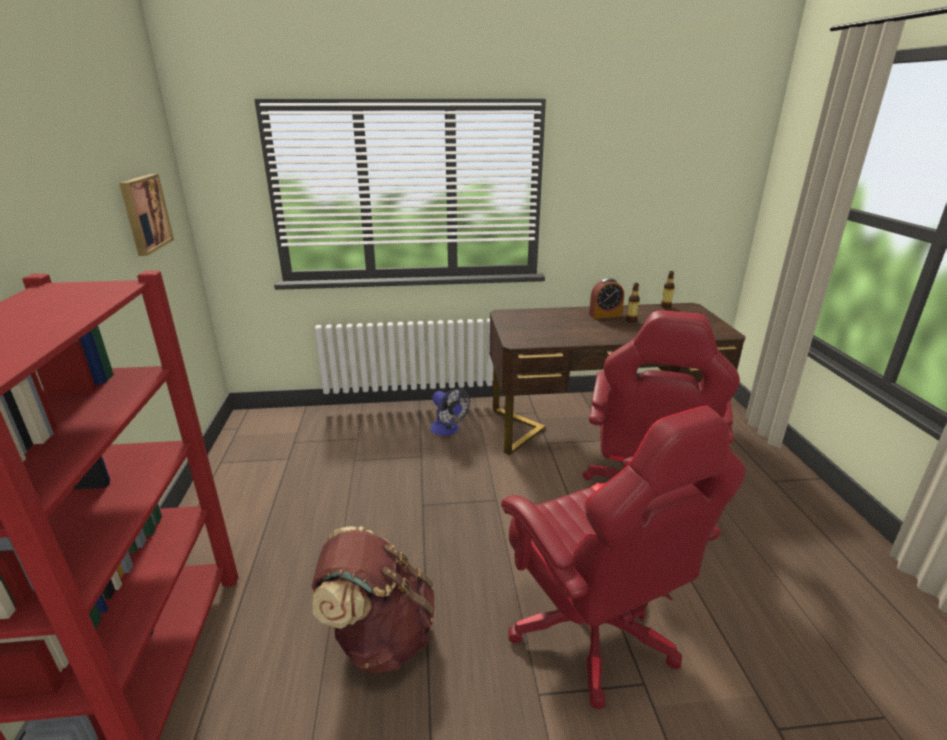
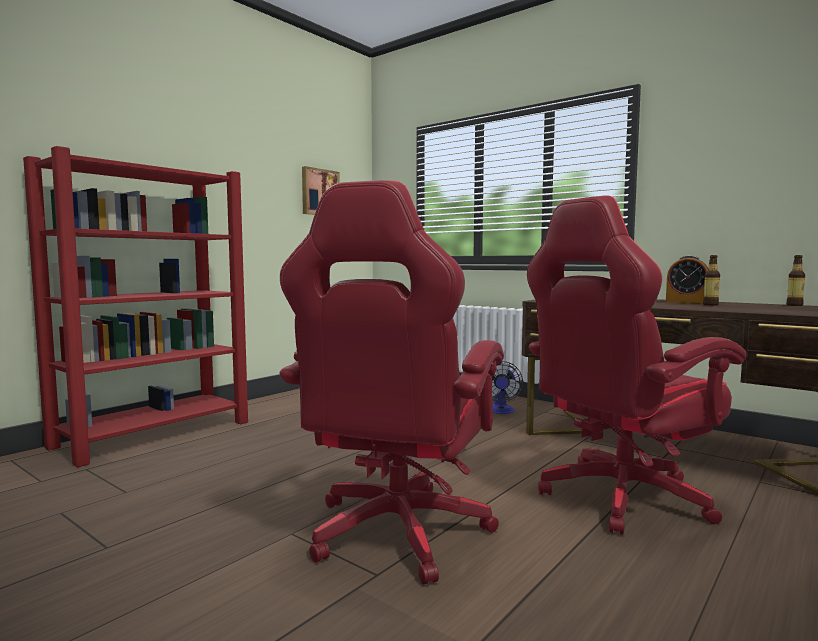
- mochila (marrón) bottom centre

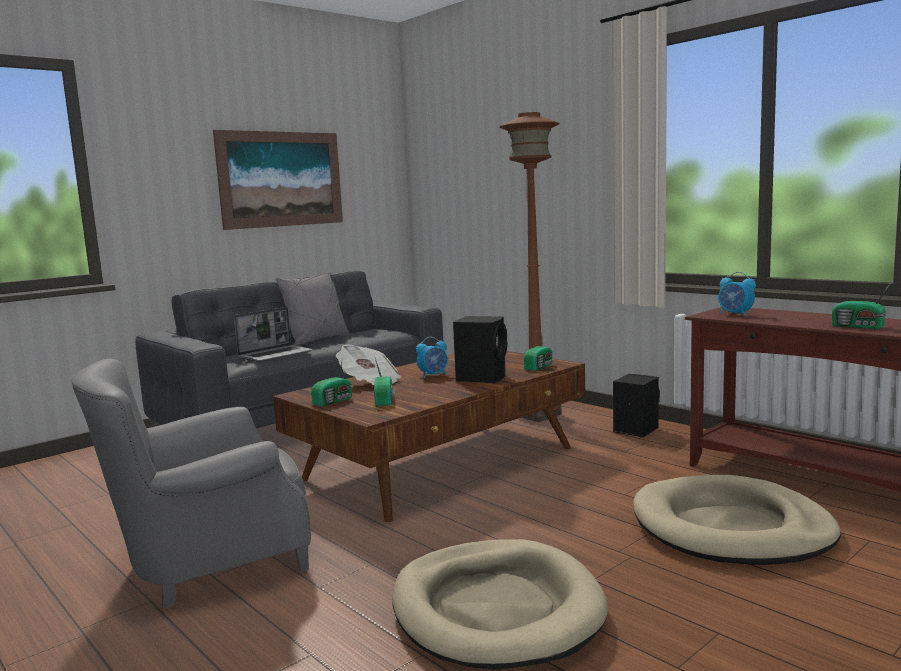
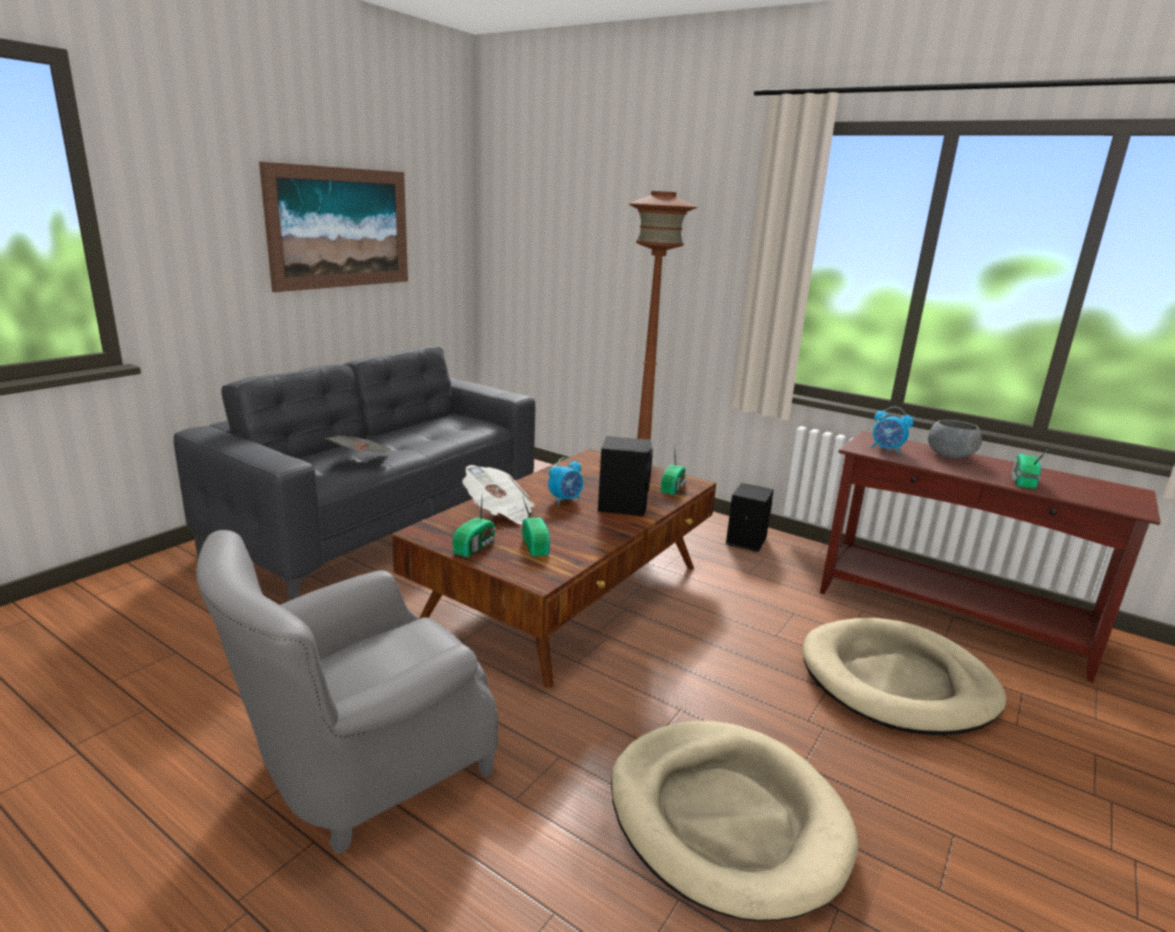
~ portátil middle left to periódico (no. 1 from left) middle left
+ cuenco (gris) middle right
~ radio (no. 4 from left) middle right = middle right 90 degrees clockwise
- cojín (gris) centre

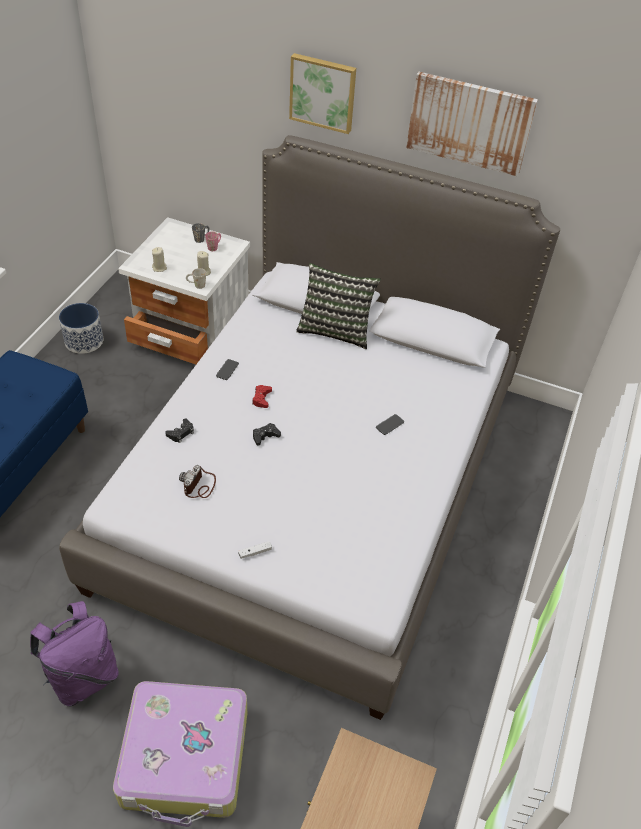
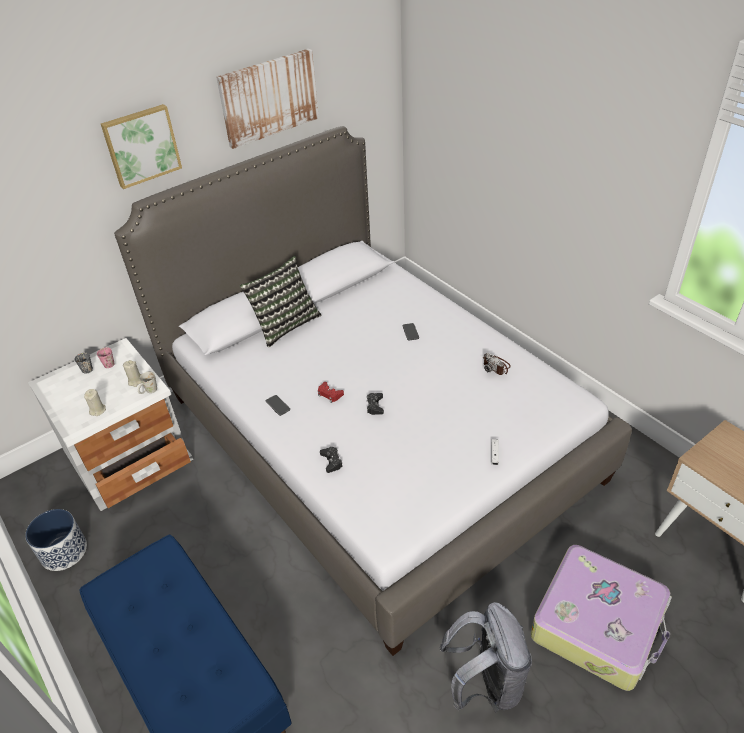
~ mochila (morado) bottom left to mochila (gris) bottom centre
~ cámara middle left to middle right

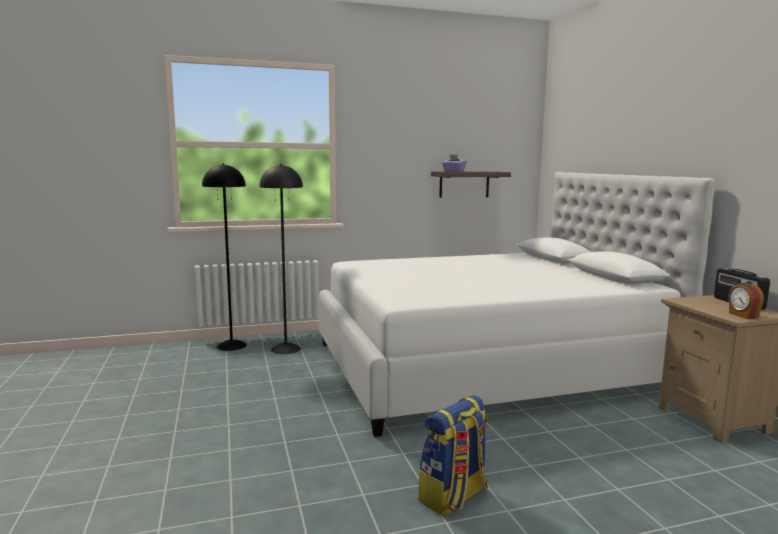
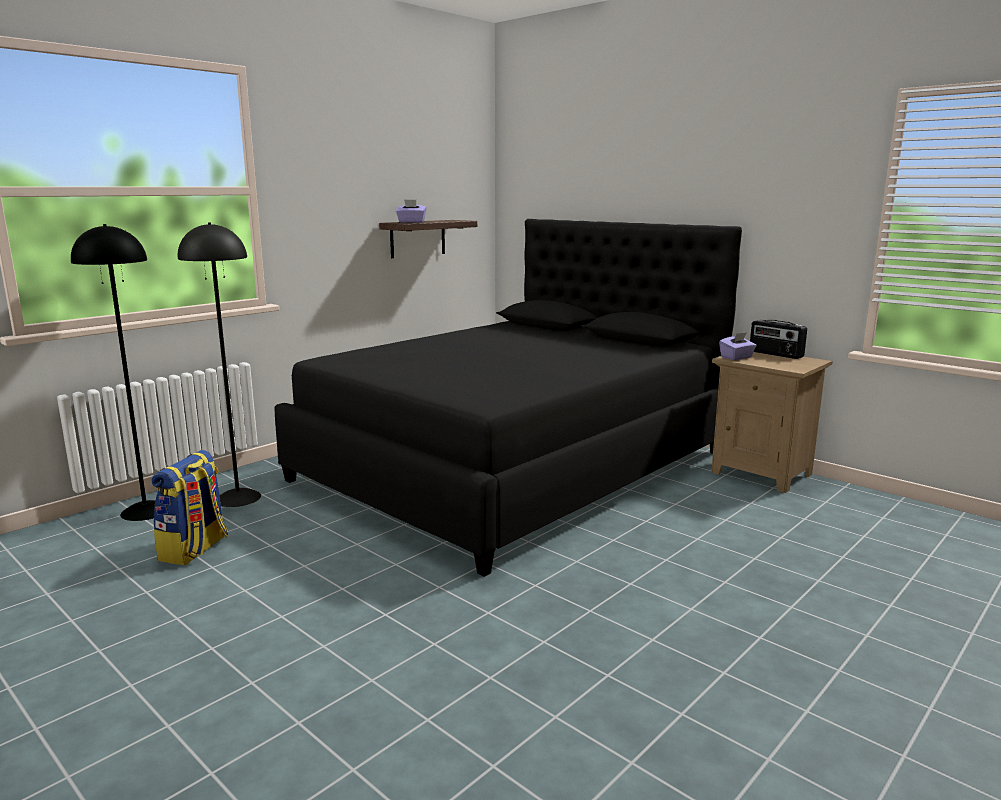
~ mochila bottom centre to middle left
~ cama (blanco) centre to cama (negro) centre
+ caja de pañuelos (morado) (no. 2 from left) middle right
- despertador middle right

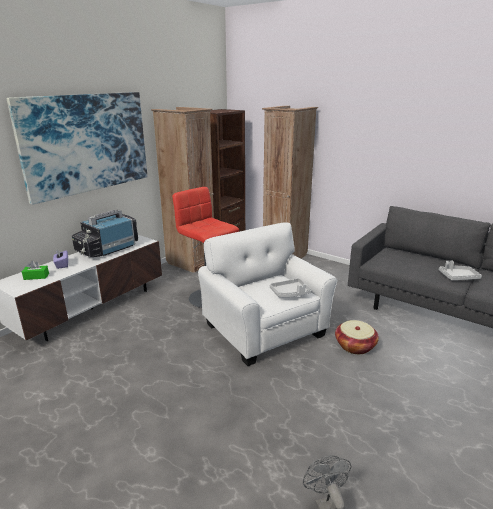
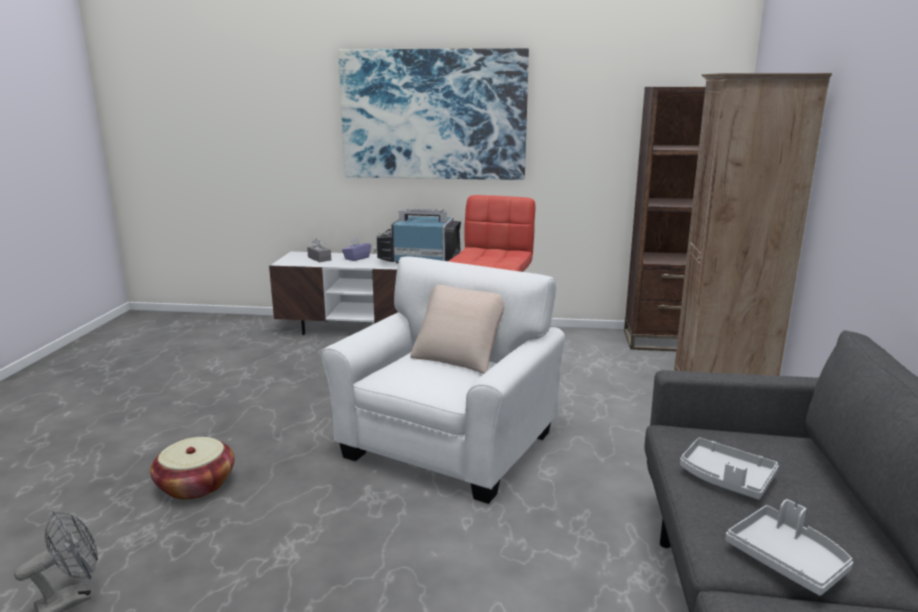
~ cesta middle right to bottom left
~ caja de pañuelos (verde) middle left to caja de pañuelos (gris) centre
+ cojín (beis) centre
~ bandeja (gris) (no. 1 from left) centre to bottom right
- armario (marrón) (no. 1 from left) centre

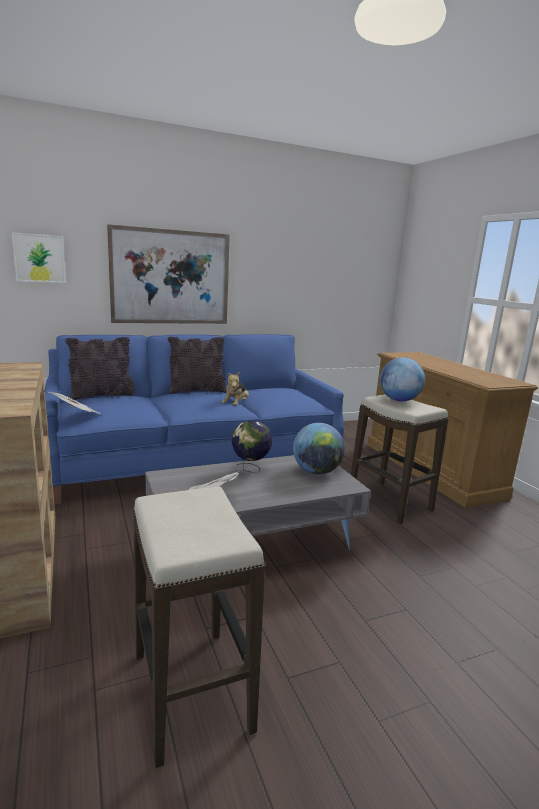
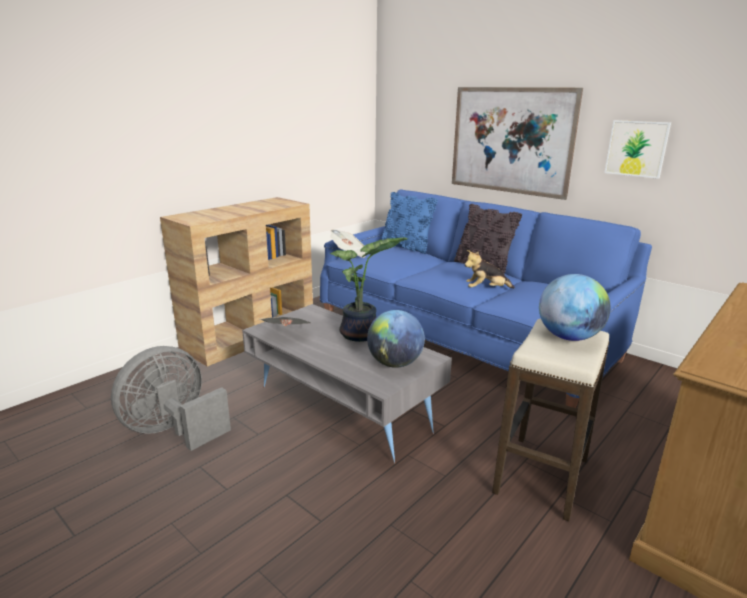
~ taburete (no. 1 from left) bottom centre to ventilador (gris) middle left
~ globo terráqueo (no. 1 from left) centre to planta en maceta centre
~ cojín (negro) (no. 1 from left) middle left to cojín (azul) centre
~ cuadro (no. 1 from left in the first image) top left to cuadro (no. 2 from left) top right

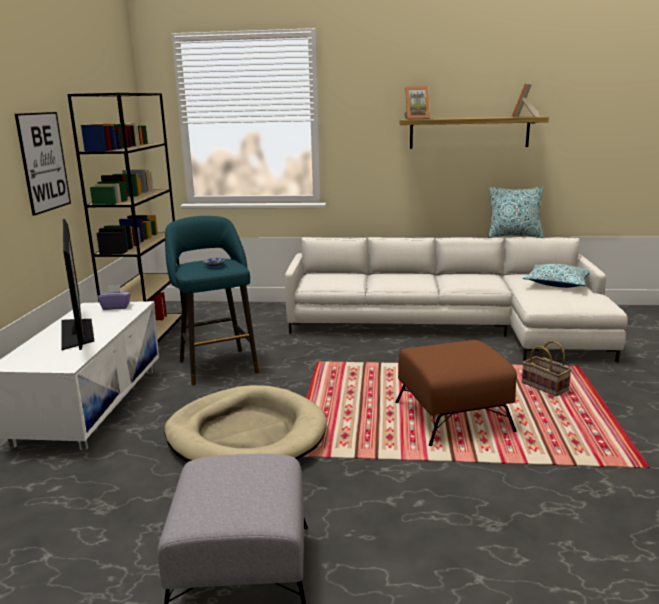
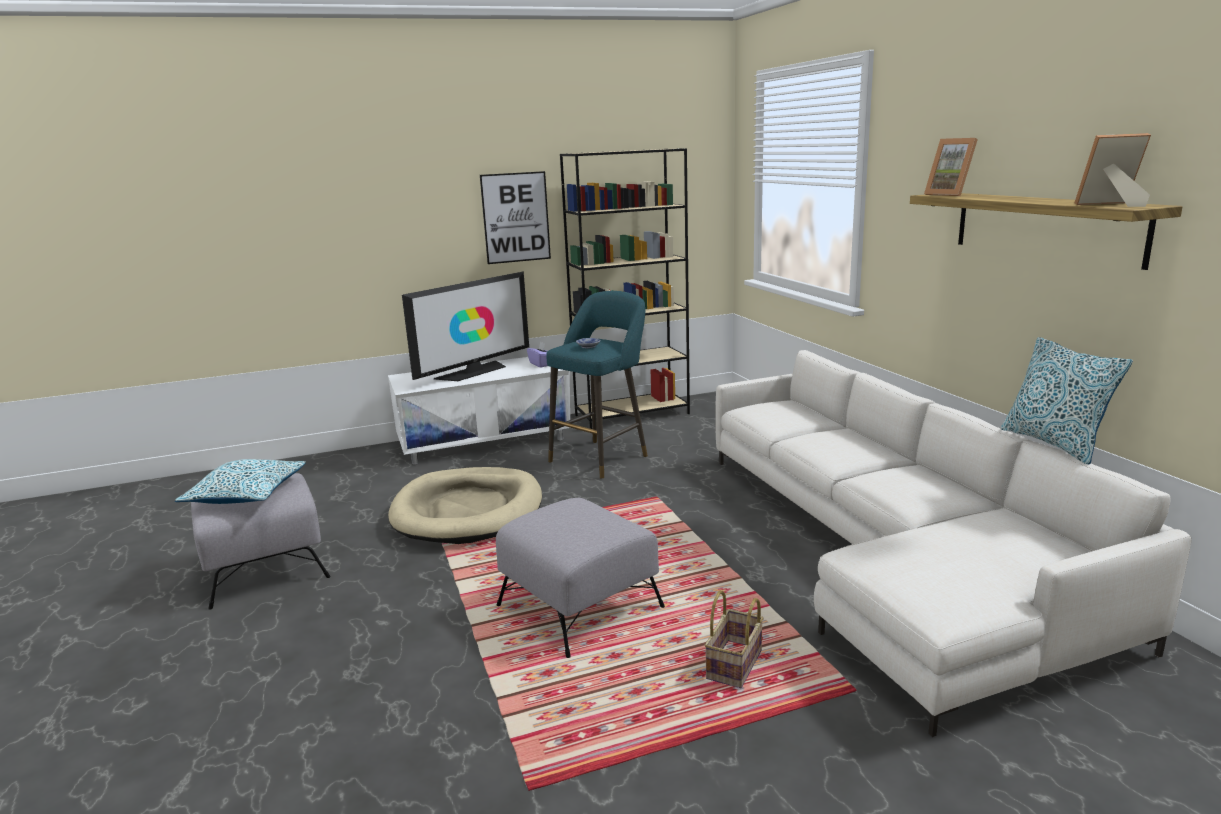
~ cojín (no. 2 from left in the first image) middle right to cojín (no. 1 from left) middle left
~ puf (marrón) middle right to puf (gris) (no. 2 from left) bottom centre

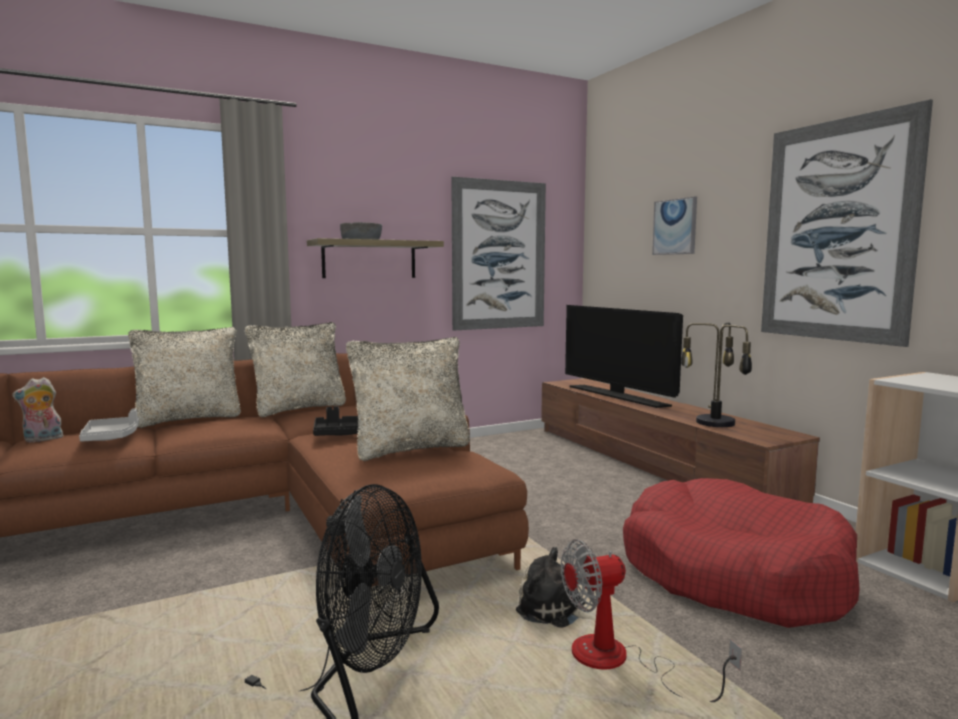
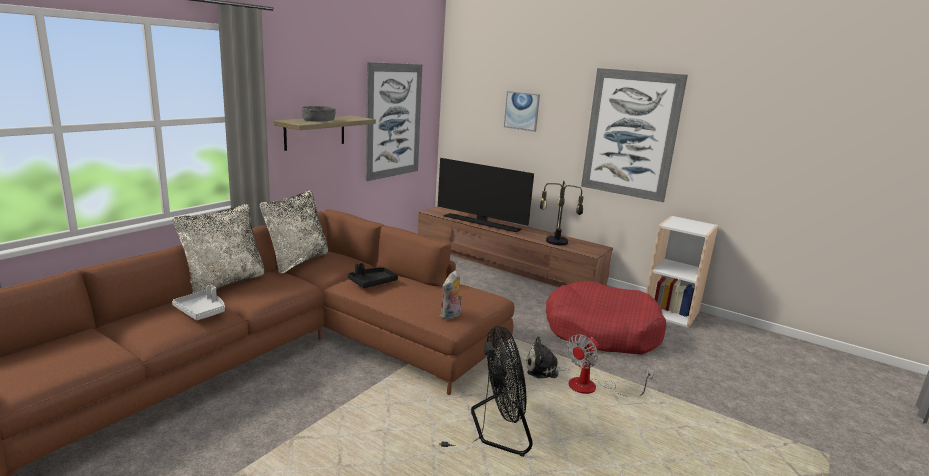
~ peluche (no. 1 from left) middle left to centre
- cojín (beis) (no. 3 from left) centre

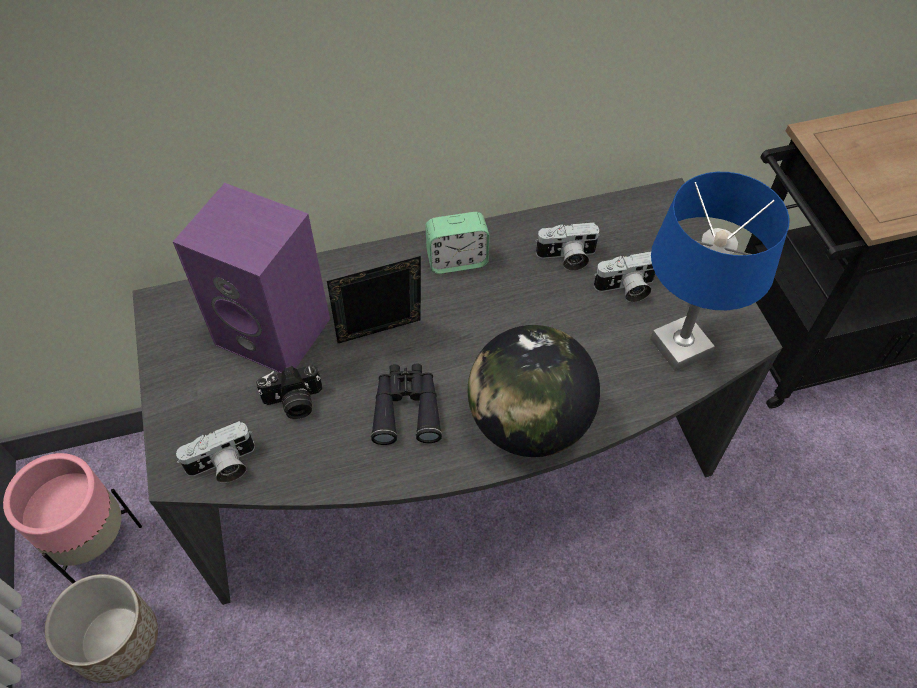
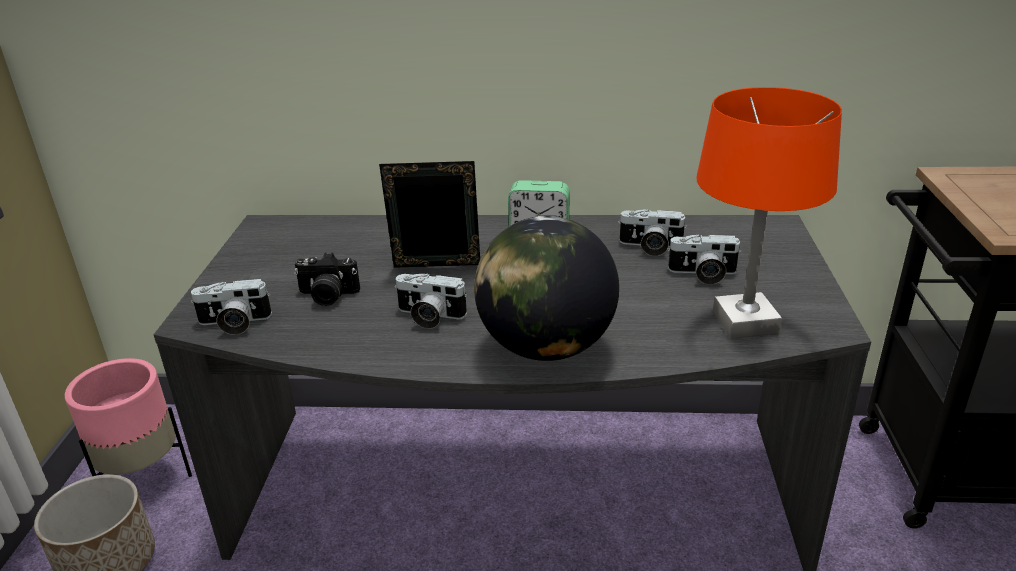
~ prismáticos (negro) centre to cámara (no. 3 from left) centre
~ lámpara de mesa (azul) middle right to lámpara de mesa (naranja) middle right
- altavoz (morado) middle left

